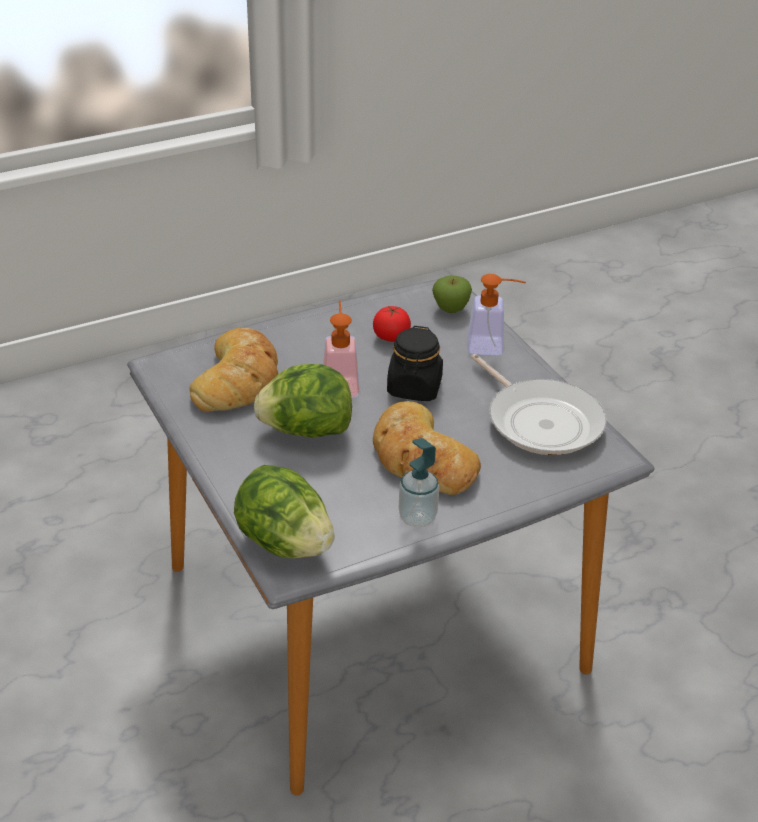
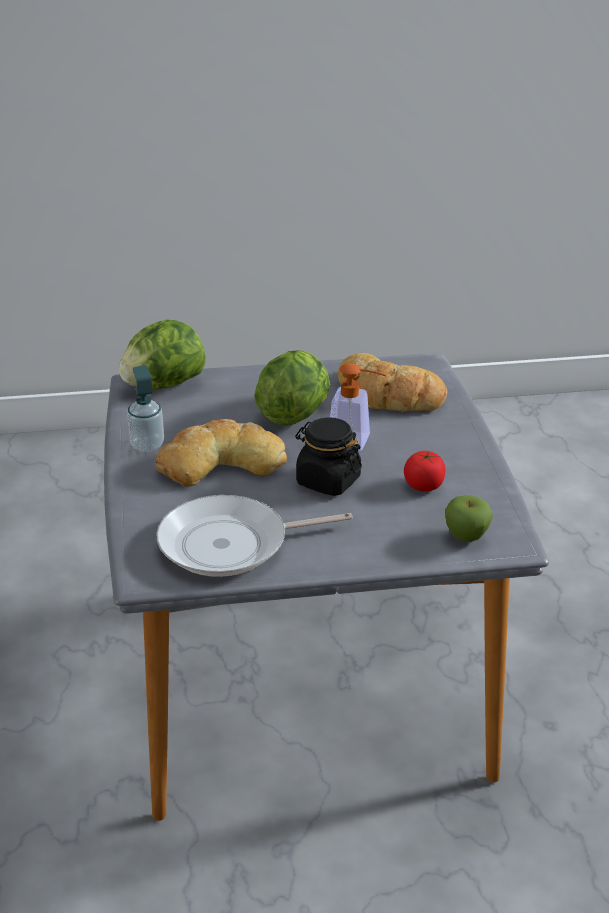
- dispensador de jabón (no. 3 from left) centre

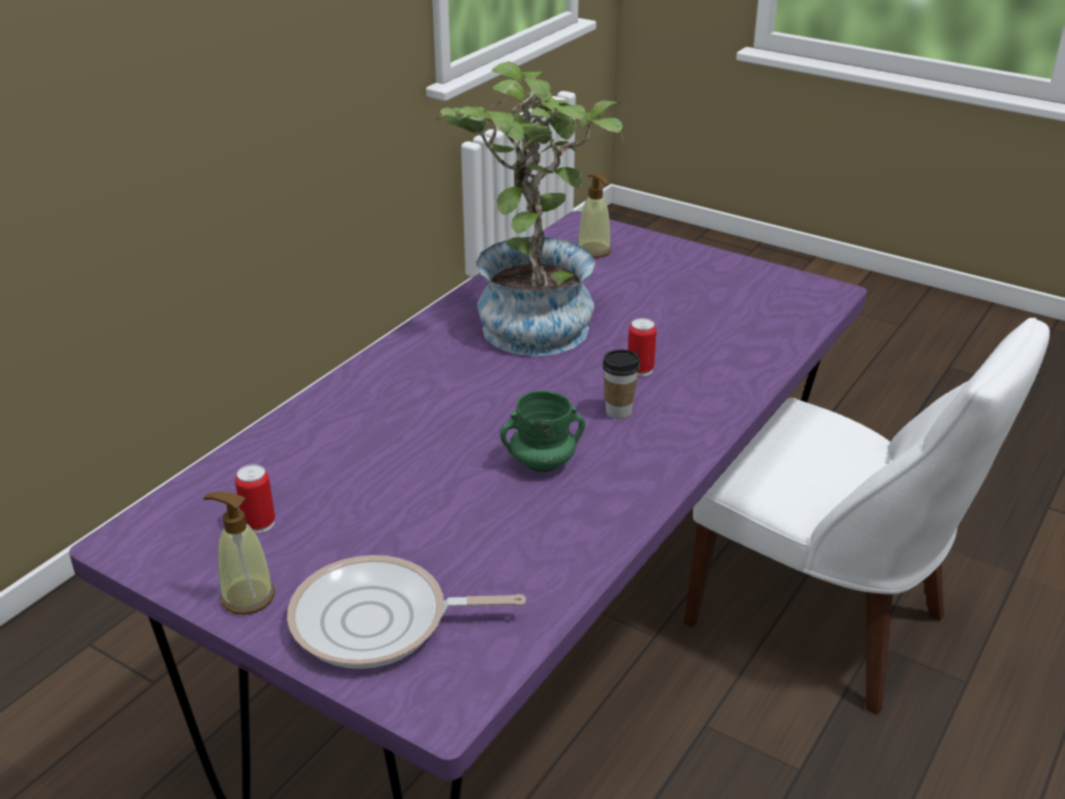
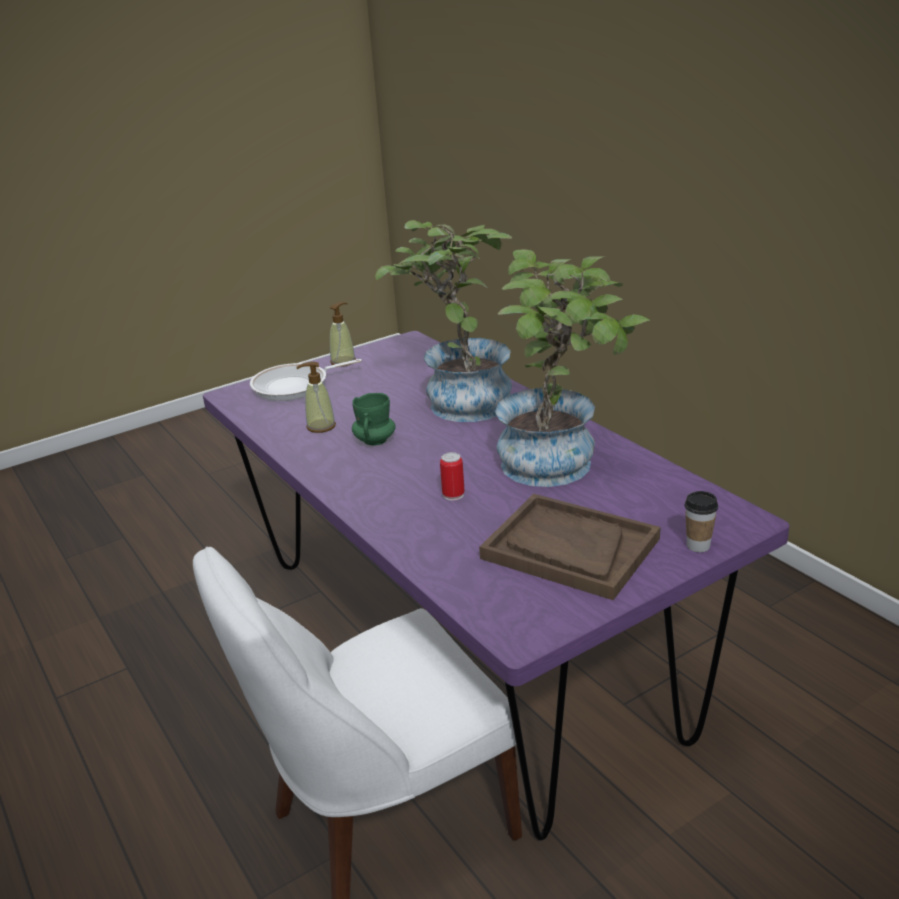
~ sartén bottom centre = centre 135 degrees counterclockwise
~ dispensador de jabón (no. 2 from left in the first image) top centre to dispensador de jabón (no. 1 from left) centre
+ planta en maceta (no. 1 from left) centre
+ bandeja (marrón) centre
~ taza centre to middle right
- lata (no. 1 from left) middle left

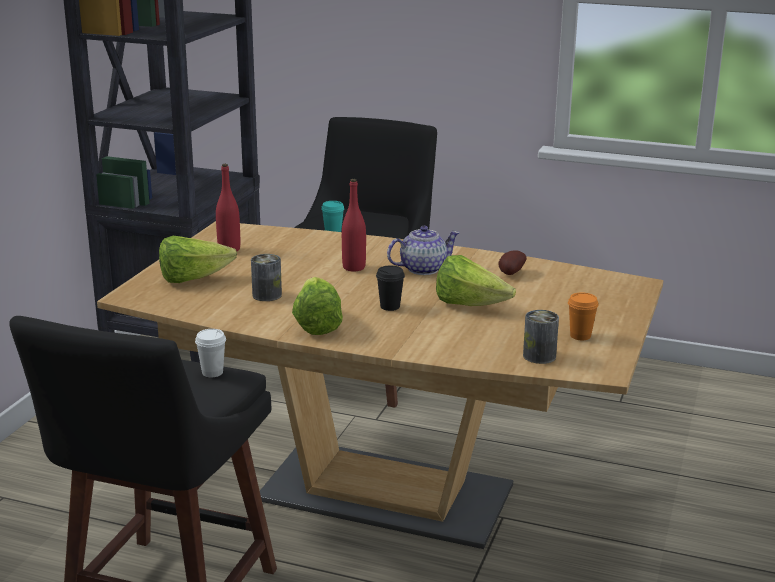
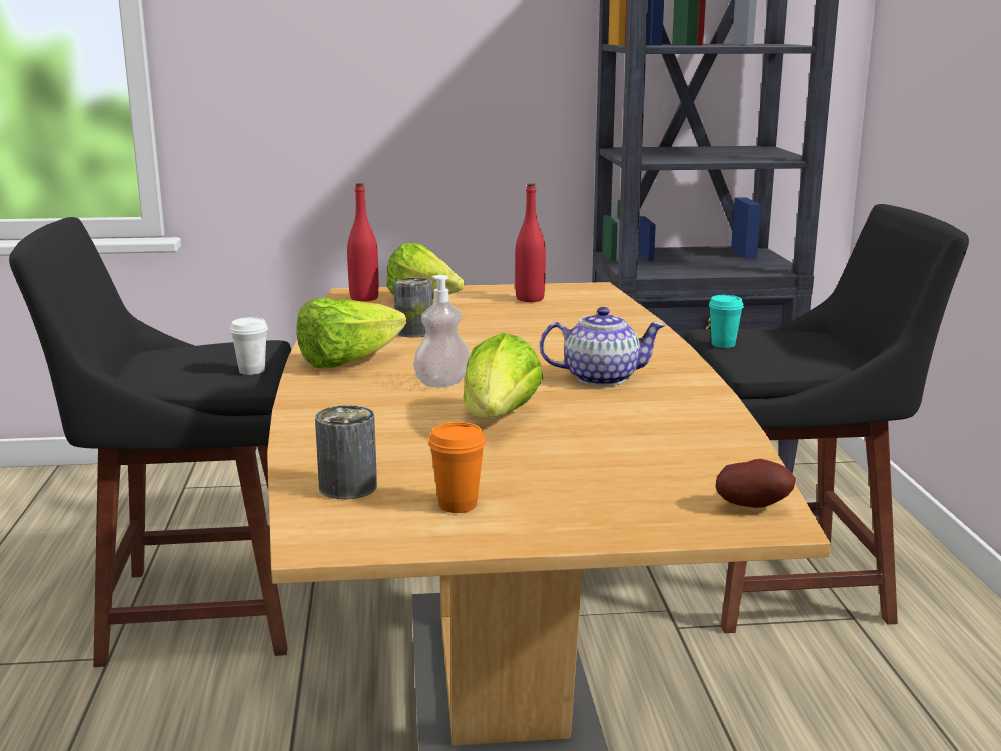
~ botella (rojo) (no. 2 from left in the first image) centre to botella (rojo) (no. 1 from left) top centre
~ taza (negro) centre to dispensador de jabón centre
~ tetera centre = centre 45 degrees counterclockwise
~ patata centre to middle right

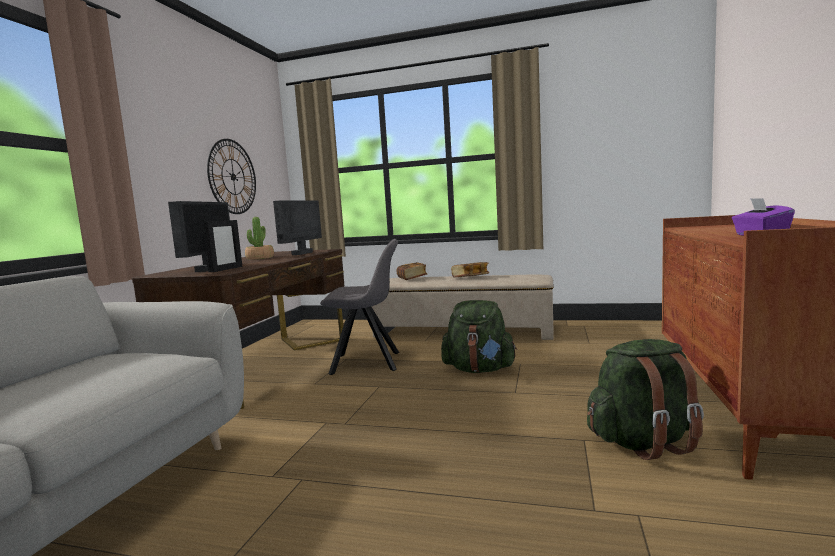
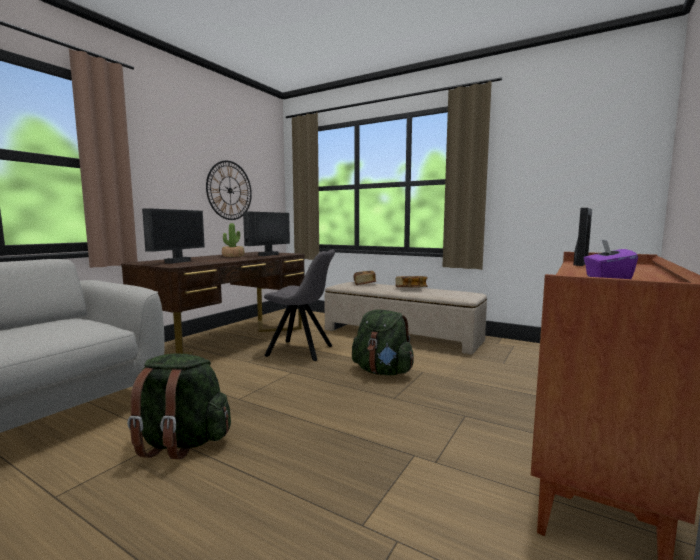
~ mochila (verde) (no. 2 from left in the first image) bottom right to mochila (verde) (no. 1 from left) bottom left
~ portarretratos middle left to middle right

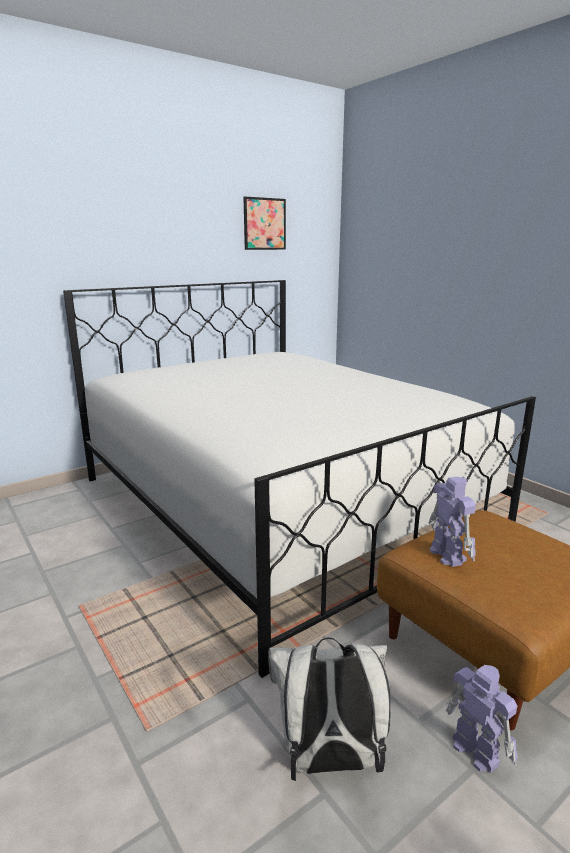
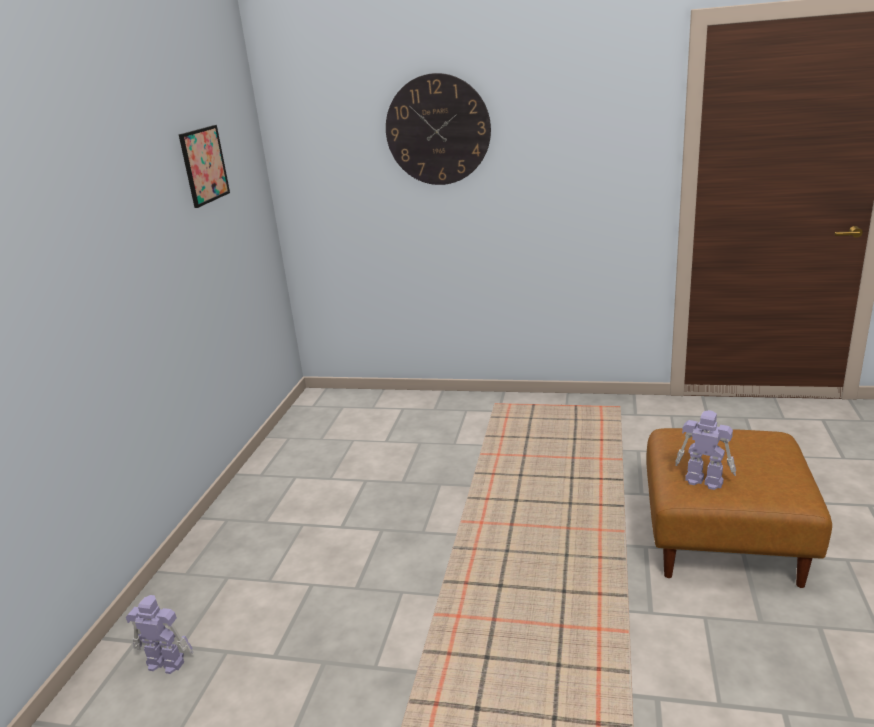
~ robot de juguete (no. 2 from left in the first image) bottom right to robot de juguete (no. 1 from left) bottom left
+ reloj de pared top centre
- cama (blanco) centre
- mochila (blanco) bottom centre

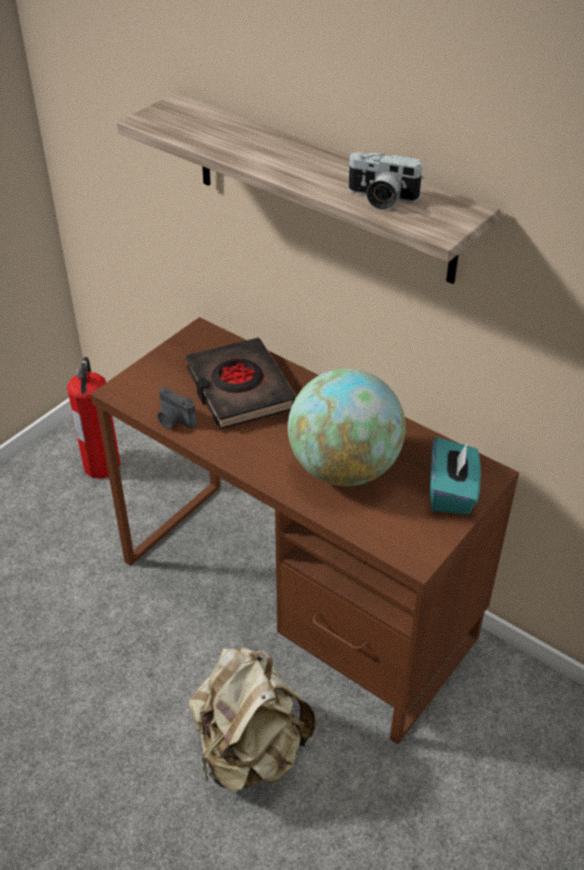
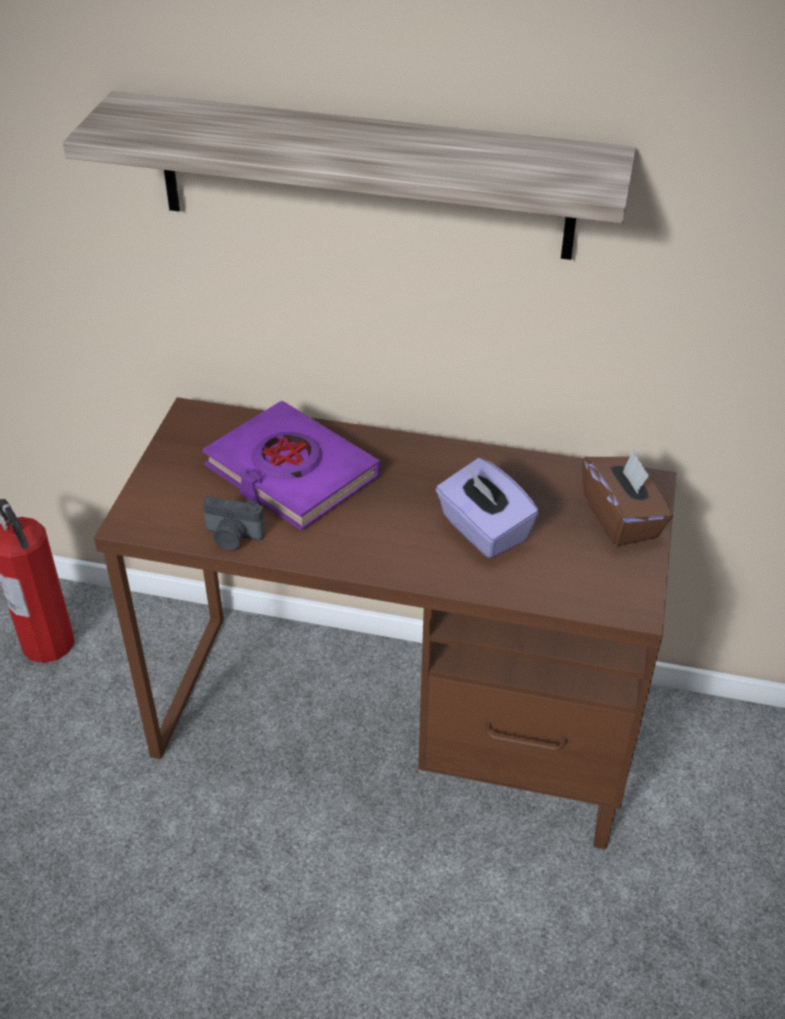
~ libro (negro) centre to libro (morado) centre
~ globo terráqueo centre to caja de pañuelos (morado) centre
~ caja de pañuelos (turquesa) middle right to caja de pañuelos (marrón) middle right
- mochila (beis) bottom centre
- cámara (no. 2 from left) top centre

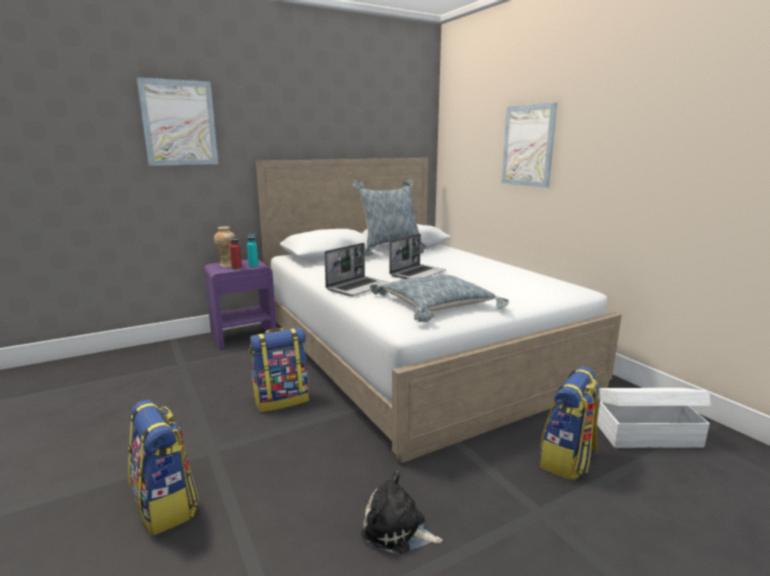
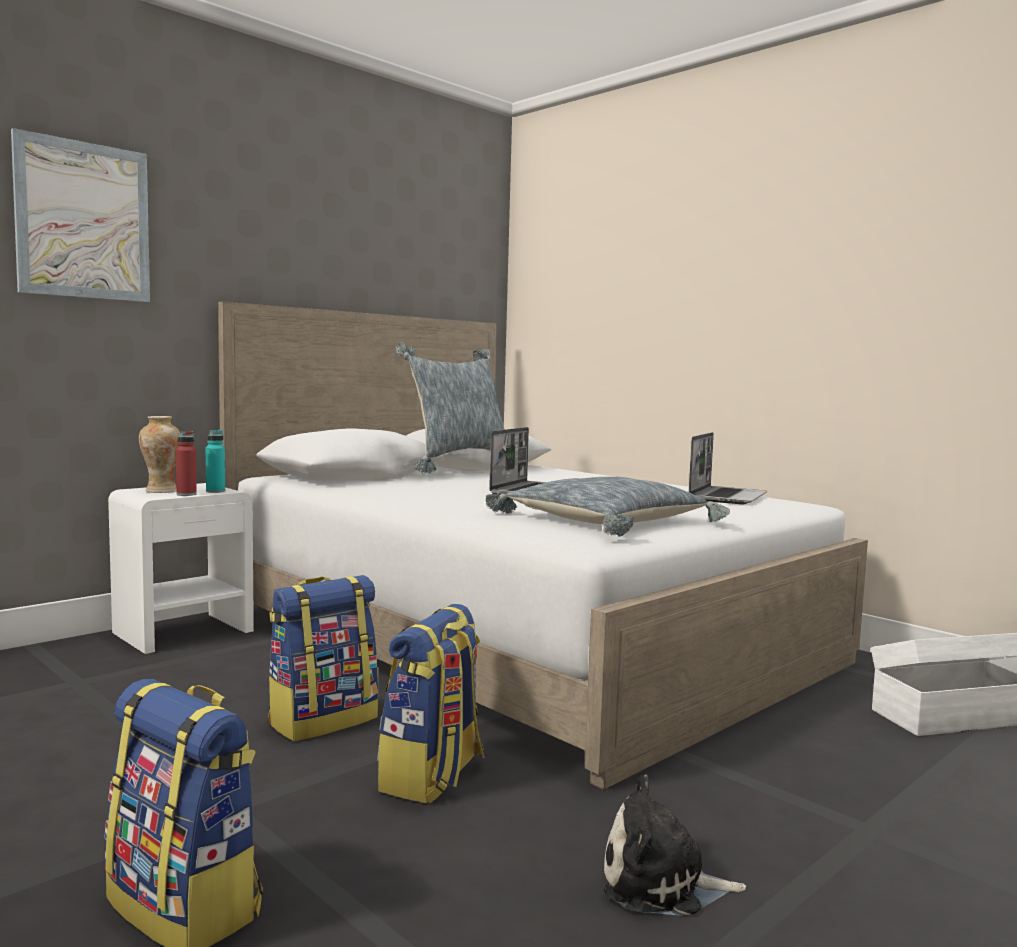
~ mesita de noche (morado) middle left to mesita de noche (blanco) middle left
~ mochila (no. 3 from left) bottom right to bottom centre
~ portátil (no. 1 from left in the first image) centre to portátil (no. 2 from left) middle right
- cuadro (no. 2 from left) top right

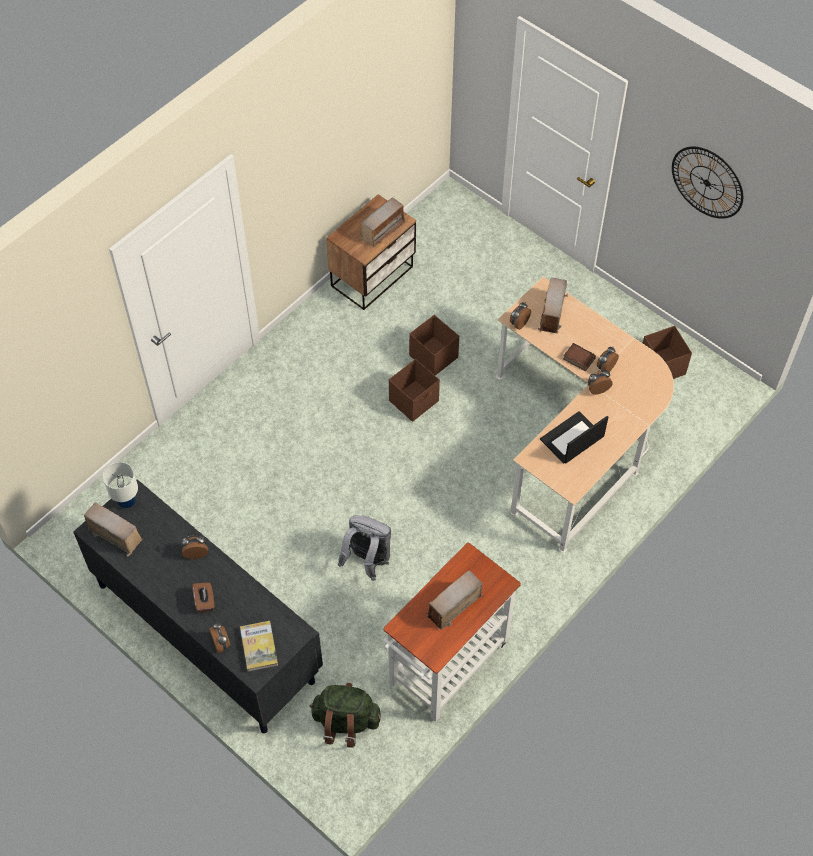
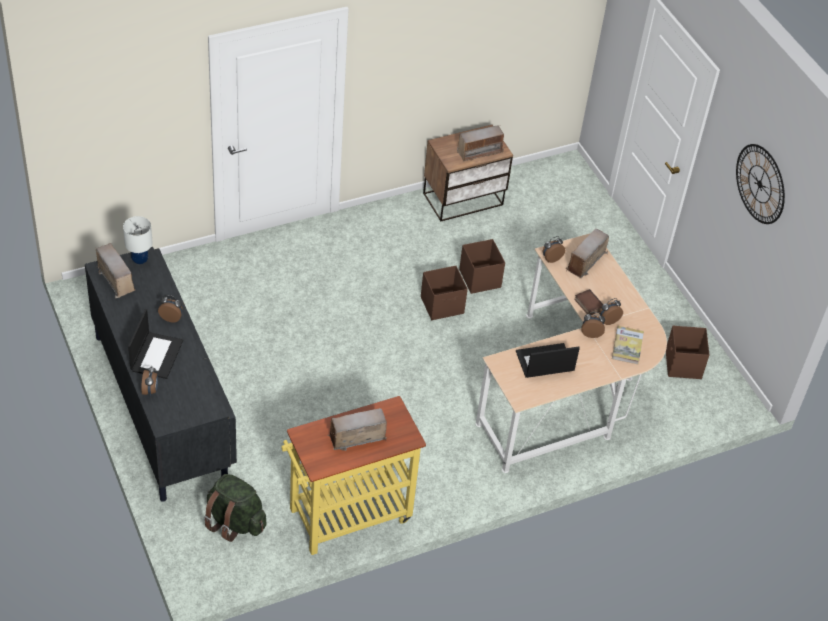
~ caja de pañuelos (marrón) bottom left to portátil (no. 1 from left) middle left
~ carrito (blanco) bottom centre to carrito (amarillo) bottom centre
~ libro (no. 1 from left in the first image) bottom left to libro (no. 2 from left) middle right
- mochila (gris) centre

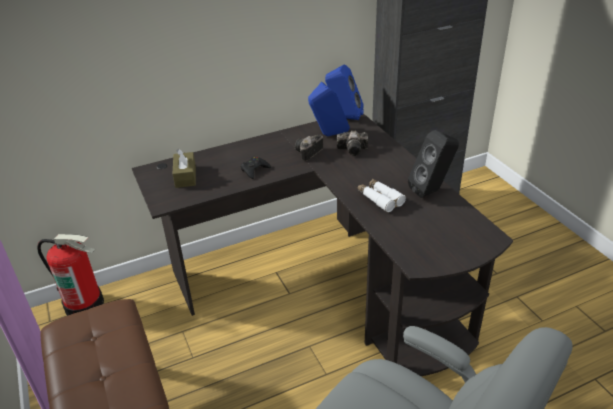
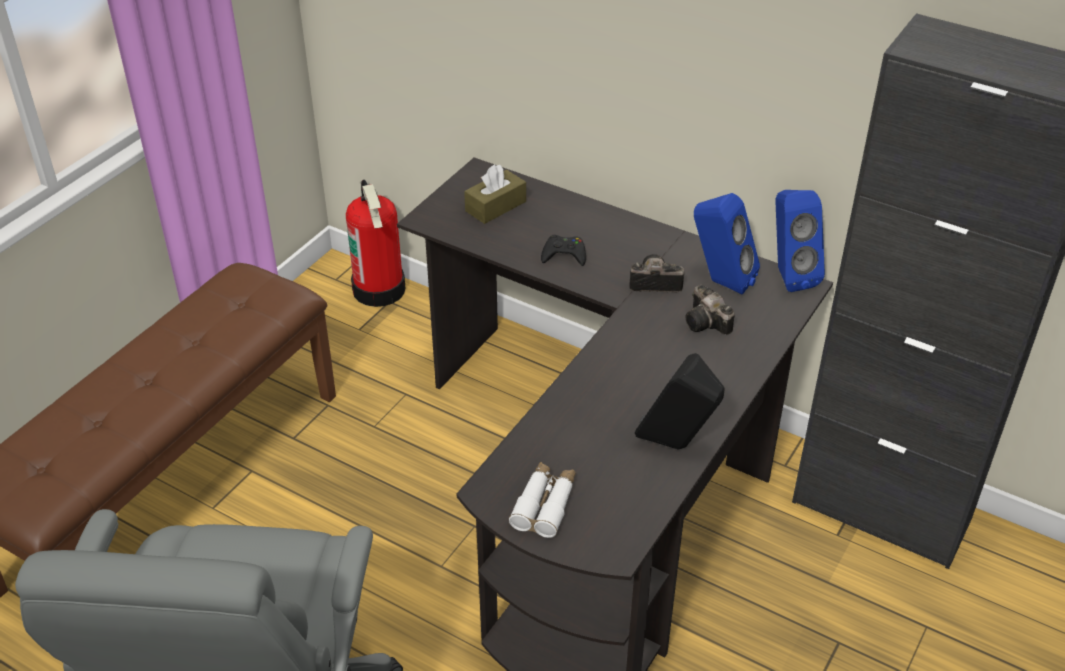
~ prismáticos (blanco) centre to bottom centre

